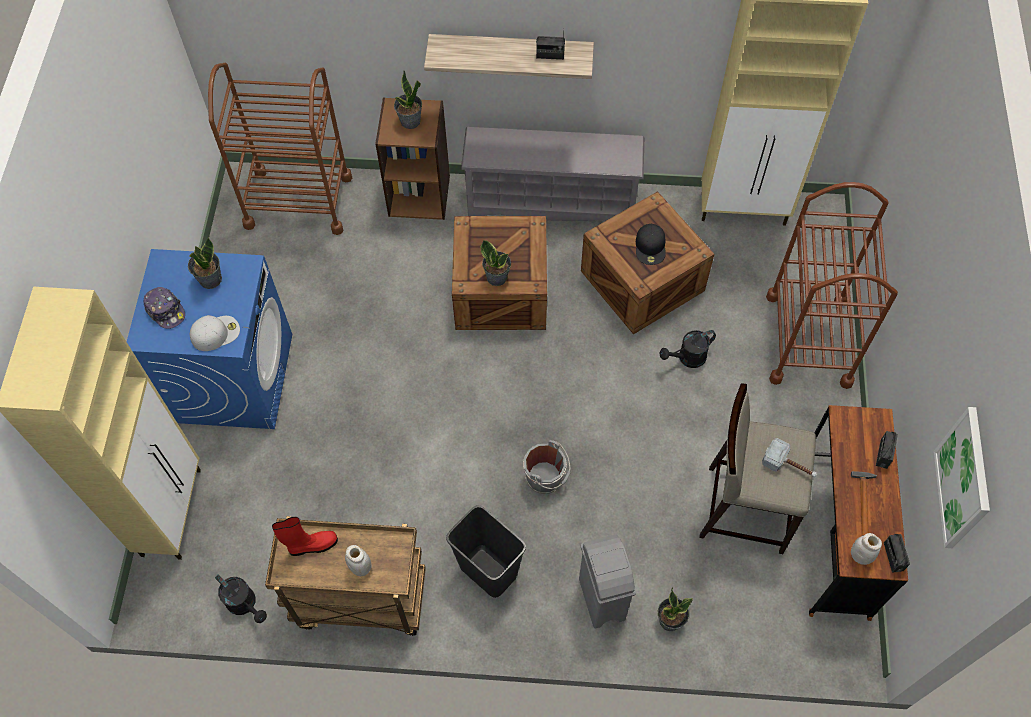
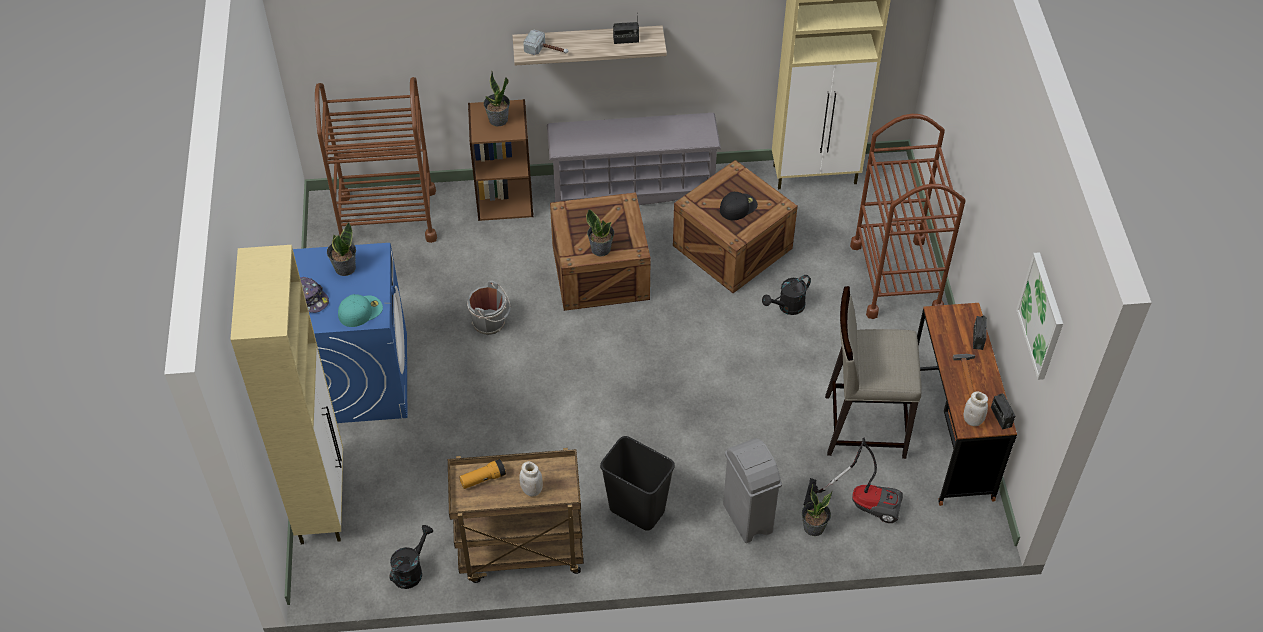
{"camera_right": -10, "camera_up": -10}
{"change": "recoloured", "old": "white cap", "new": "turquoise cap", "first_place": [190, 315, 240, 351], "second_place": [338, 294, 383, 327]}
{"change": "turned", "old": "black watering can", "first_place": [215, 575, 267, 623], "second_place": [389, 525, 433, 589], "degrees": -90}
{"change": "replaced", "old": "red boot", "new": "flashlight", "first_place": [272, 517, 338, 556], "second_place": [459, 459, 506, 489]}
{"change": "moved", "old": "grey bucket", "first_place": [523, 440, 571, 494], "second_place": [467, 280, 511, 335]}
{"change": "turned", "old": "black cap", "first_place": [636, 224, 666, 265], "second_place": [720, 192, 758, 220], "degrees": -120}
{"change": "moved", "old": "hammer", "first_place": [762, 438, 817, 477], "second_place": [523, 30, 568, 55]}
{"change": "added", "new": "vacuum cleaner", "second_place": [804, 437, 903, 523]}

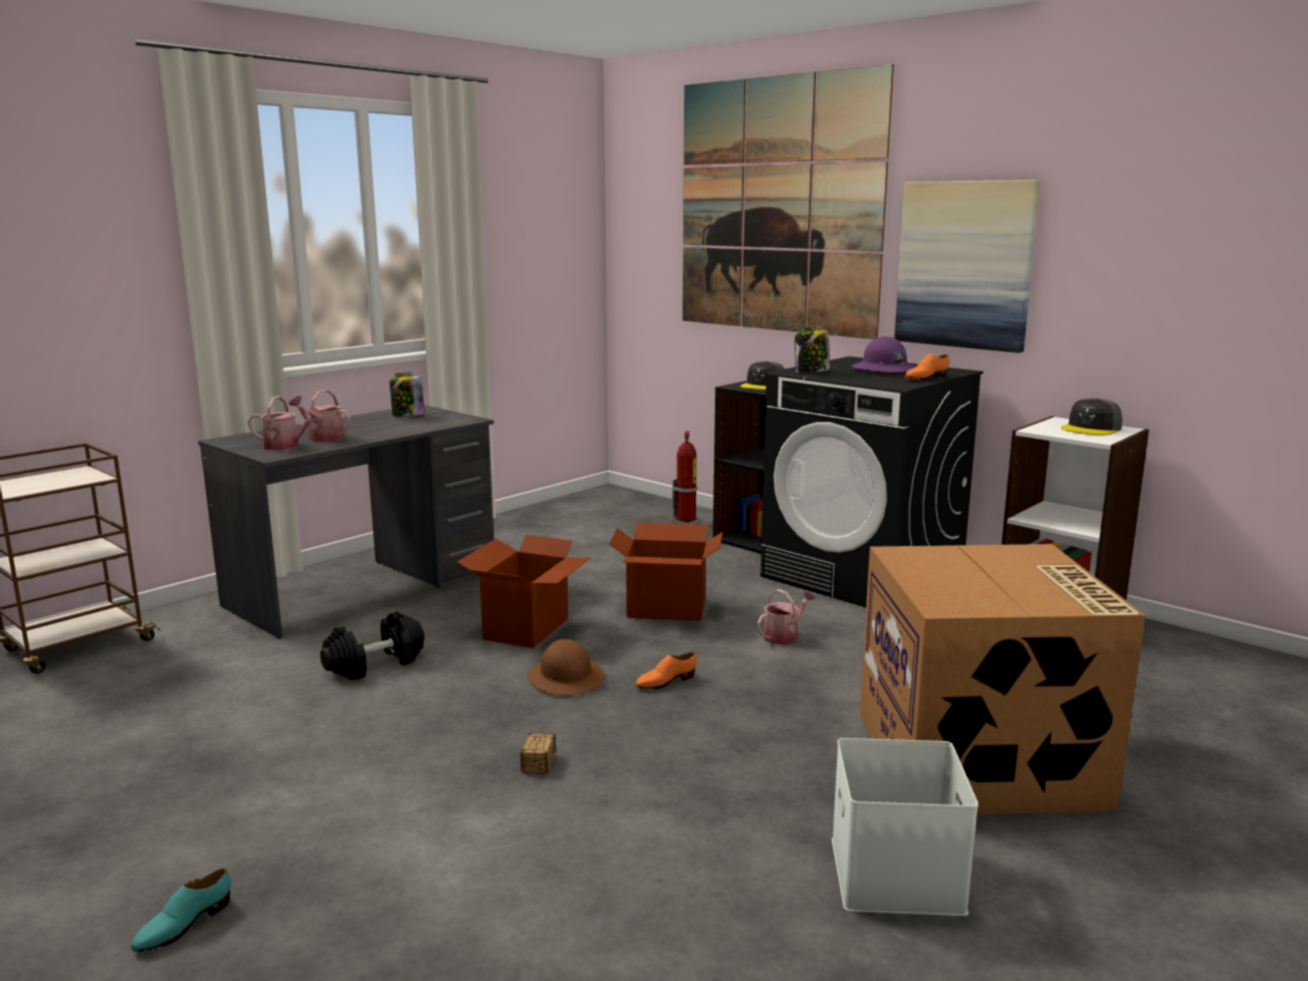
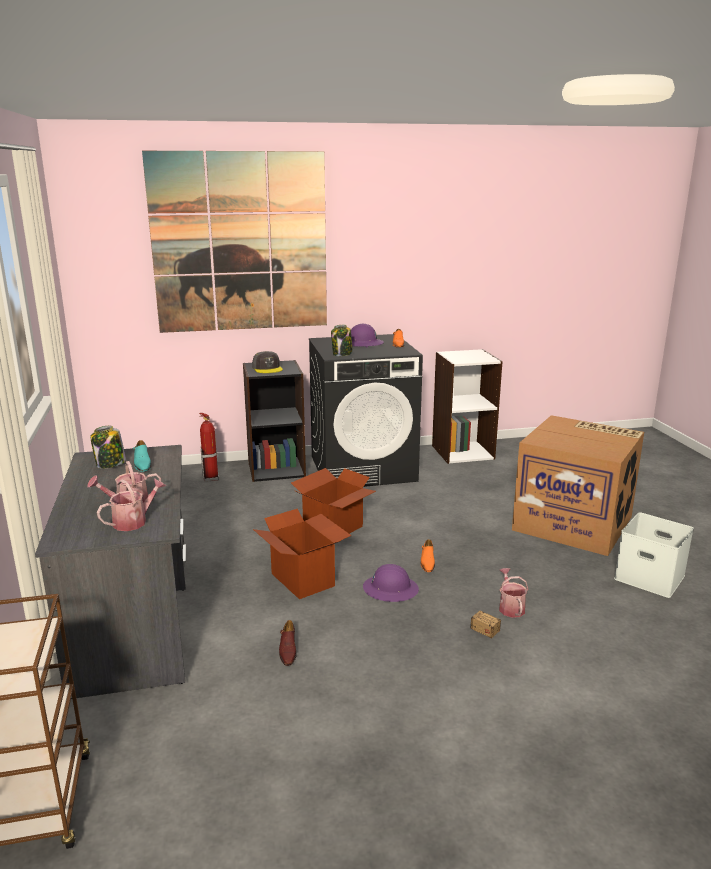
{"camera_right": -55, "camera_up": 5}
{"change": "moved", "old": "turquoise shoe", "first_place": [131, 868, 231, 952], "second_place": [133, 440, 151, 472]}
{"change": "replaced", "old": "black dumbbell", "new": "brown shoe", "first_place": [320, 611, 425, 680], "second_place": [279, 620, 297, 666]}
{"change": "recoloured", "old": "brown hard hat", "new": "purple hard hat", "first_place": [528, 639, 605, 695], "second_place": [363, 564, 419, 602]}
{"change": "moved", "old": "watering can", "first_place": [757, 589, 816, 645], "second_place": [499, 568, 528, 618]}
{"change": "removed", "old": "picture", "first_place": [894, 180, 1040, 353]}
{"change": "removed", "old": "grey cap", "first_place": [1061, 398, 1123, 435]}

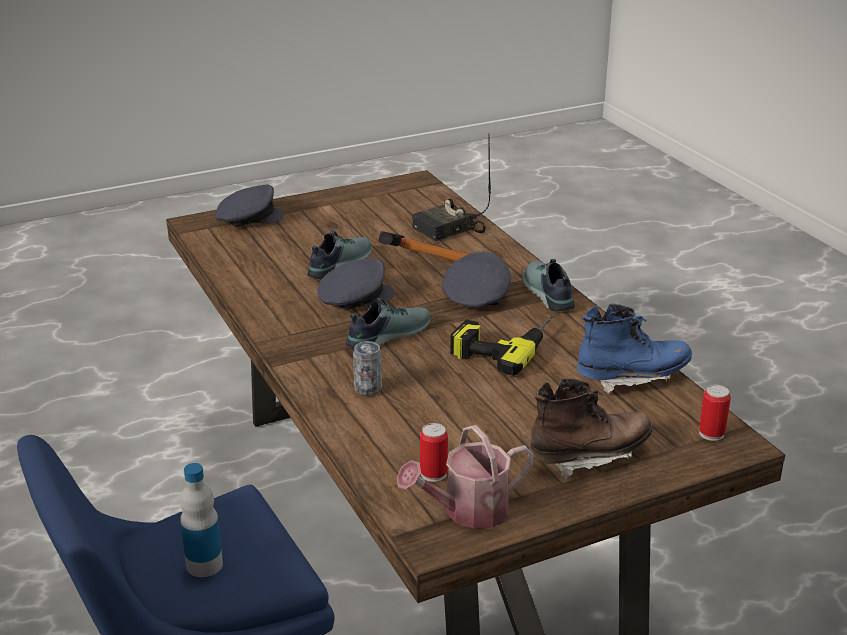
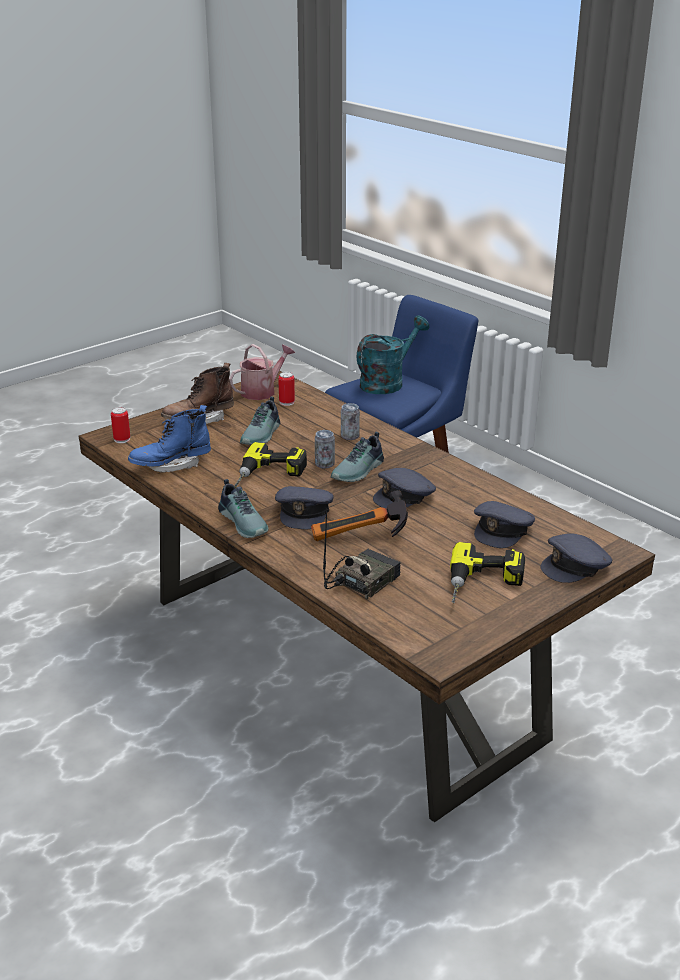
{"camera_right": 165, "camera_up": 0}
{"change": "replaced", "old": "bottle", "new": "turquoise watering can", "first_place": [180, 463, 223, 577], "second_place": [357, 315, 429, 394]}
{"change": "moved", "old": "shoe", "first_place": [307, 231, 372, 279], "second_place": [240, 396, 280, 445]}
{"change": "added", "new": "can", "second_place": [315, 430, 335, 469]}
{"change": "added", "new": "power drill", "second_place": [450, 542, 525, 603]}
{"change": "added", "new": "grey cap", "second_place": [474, 501, 535, 548]}

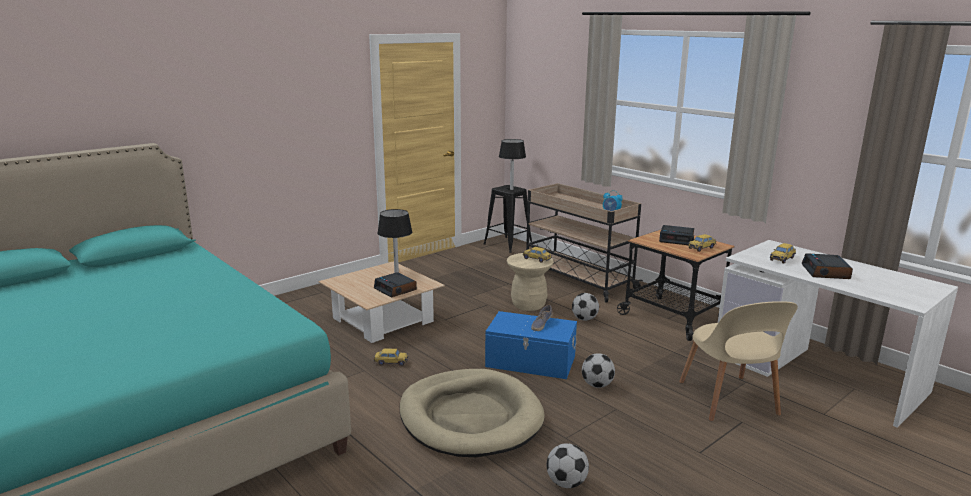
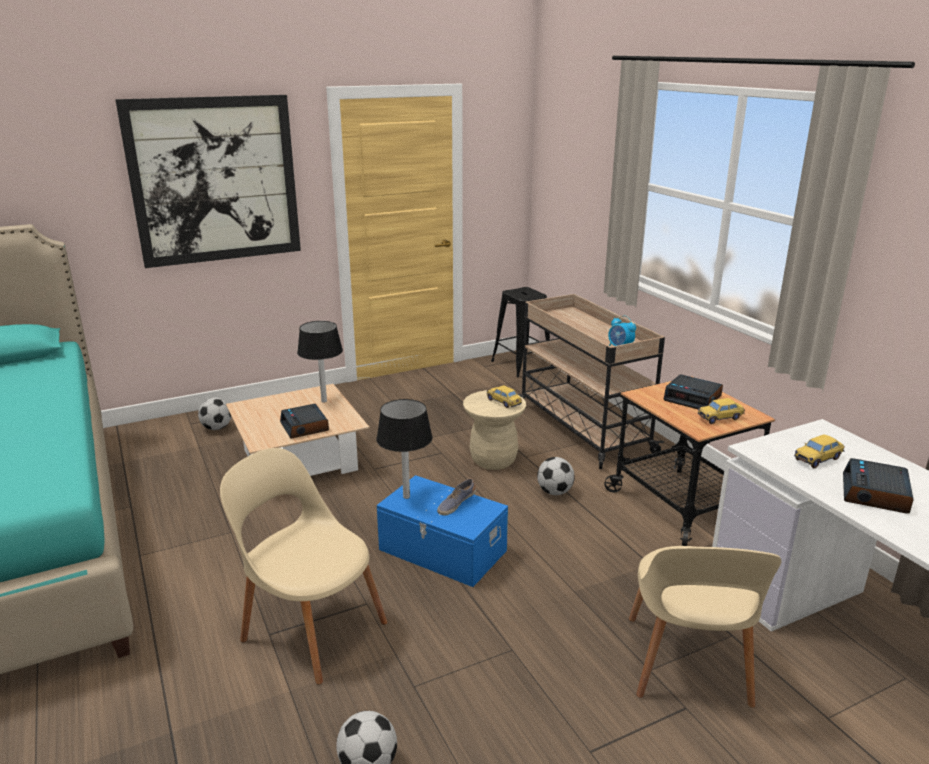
{"camera_right": 15, "camera_up": 5}
{"change": "removed", "old": "toy car", "first_place": [374, 348, 408, 366]}
{"change": "replaced", "old": "beige dog bed", "new": "beige chair", "first_place": [400, 369, 545, 457], "second_place": [220, 448, 388, 685]}
{"change": "moved", "old": "black table lamp", "first_place": [499, 139, 526, 190], "second_place": [376, 399, 433, 499]}
{"change": "moved", "old": "football", "first_place": [582, 353, 615, 388], "second_place": [198, 398, 231, 430]}
{"change": "added", "new": "picture", "second_place": [115, 95, 301, 268]}

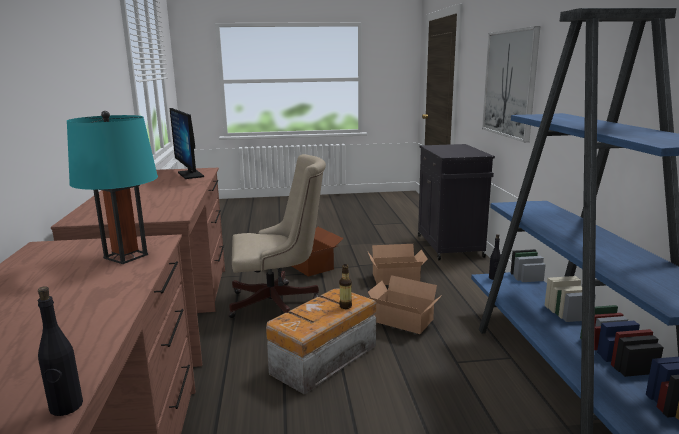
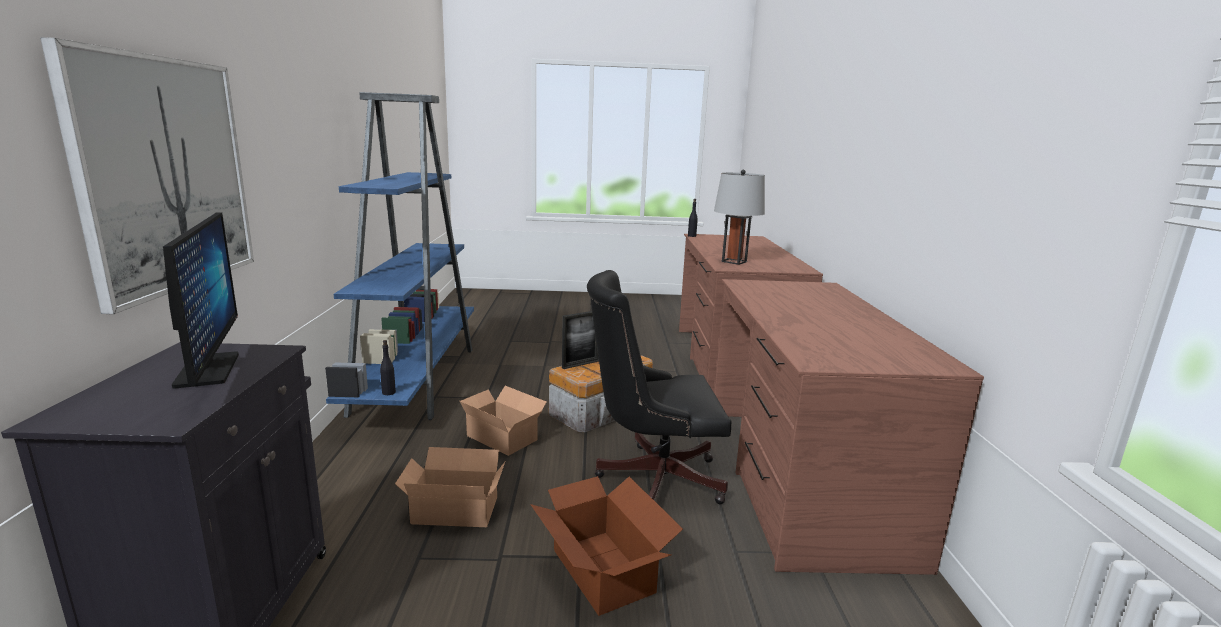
{"camera_right": -175, "camera_up": 0}
{"change": "recoloured", "old": "turquoise table lamp", "new": "grey table lamp", "first_place": [67, 111, 158, 264], "second_place": [714, 169, 765, 265]}
{"change": "moved", "old": "monitor", "first_place": [170, 108, 204, 179], "second_place": [163, 212, 239, 389]}
{"change": "recoloured", "old": "beige office chair", "new": "black office chair", "first_place": [228, 154, 326, 318], "second_place": [587, 270, 731, 504]}
{"change": "replaced", "old": "bottle", "new": "picture frame", "first_place": [339, 264, 352, 309], "second_place": [562, 311, 599, 369]}

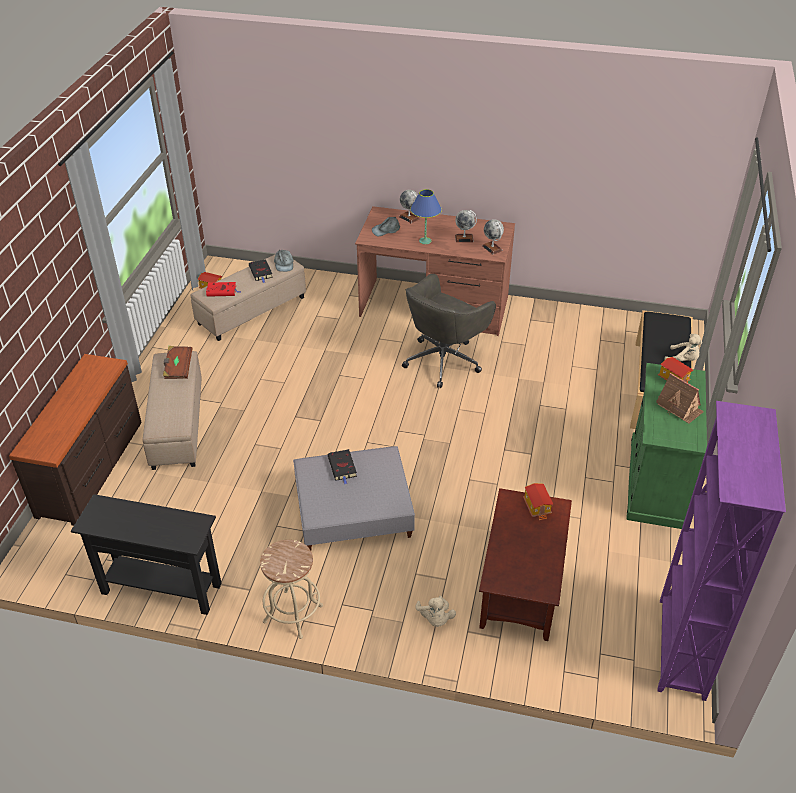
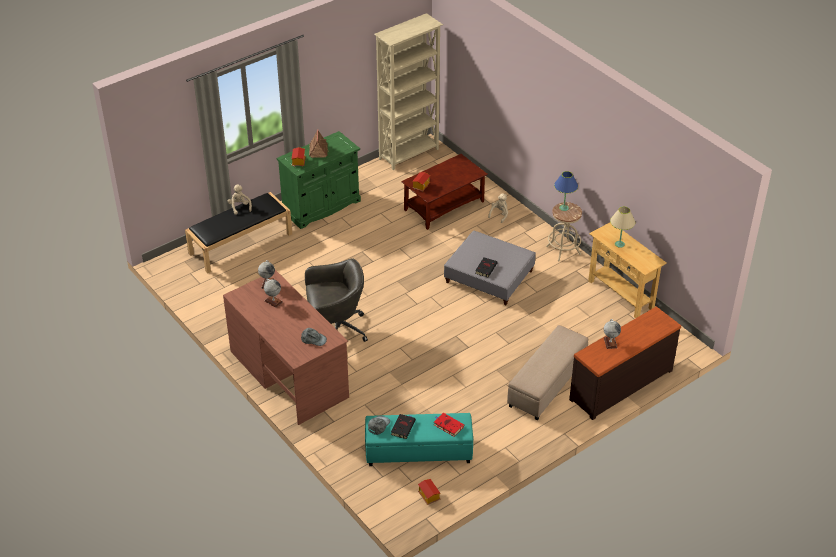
{"camera_right": -140, "camera_up": 0}
{"change": "recoloured", "old": "black console table", "new": "beige console table", "first_place": [71, 494, 222, 615], "second_place": [588, 222, 667, 318]}
{"change": "removed", "old": "brown book", "first_place": [163, 346, 192, 379]}
{"change": "recoloured", "old": "beige ottoman", "new": "turquoise ottoman", "first_place": [190, 254, 306, 341], "second_place": [365, 413, 473, 466]}
{"change": "moved", "old": "globe", "first_place": [399, 190, 419, 223], "second_place": [604, 319, 621, 349]}
{"change": "moved", "old": "blue table lamp", "first_place": [410, 189, 442, 244], "second_place": [554, 171, 578, 211]}
{"change": "recoloured", "old": "purple bookcase", "new": "beige bookcase", "first_place": [657, 401, 786, 701], "second_place": [374, 13, 443, 170]}
{"change": "added", "new": "beige table lamp", "second_place": [610, 207, 636, 248]}

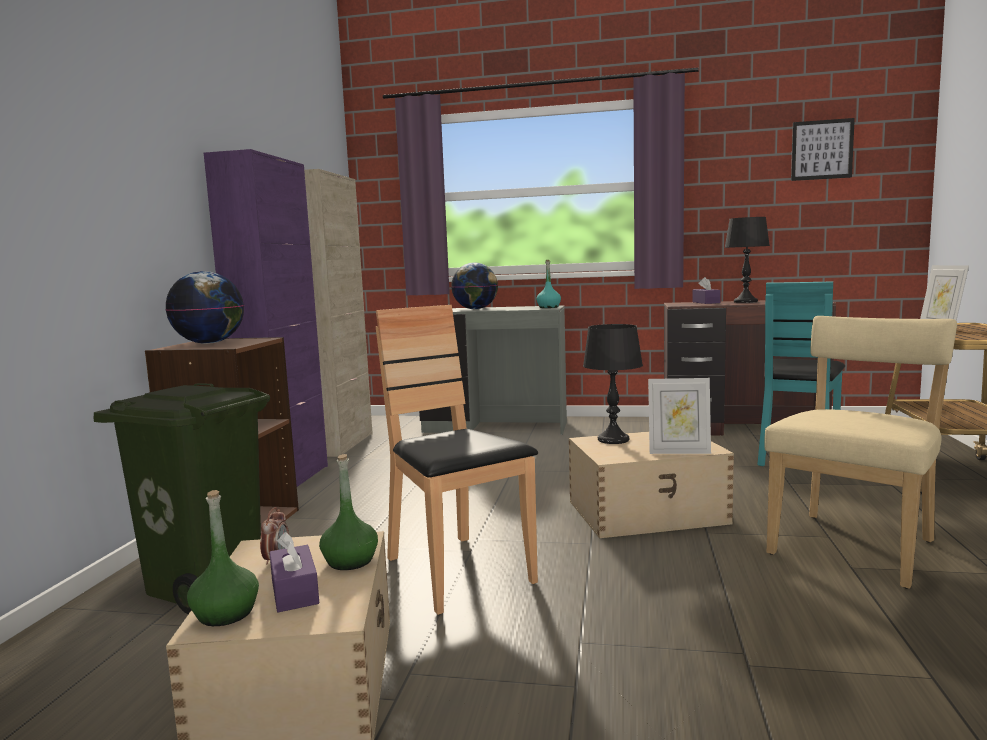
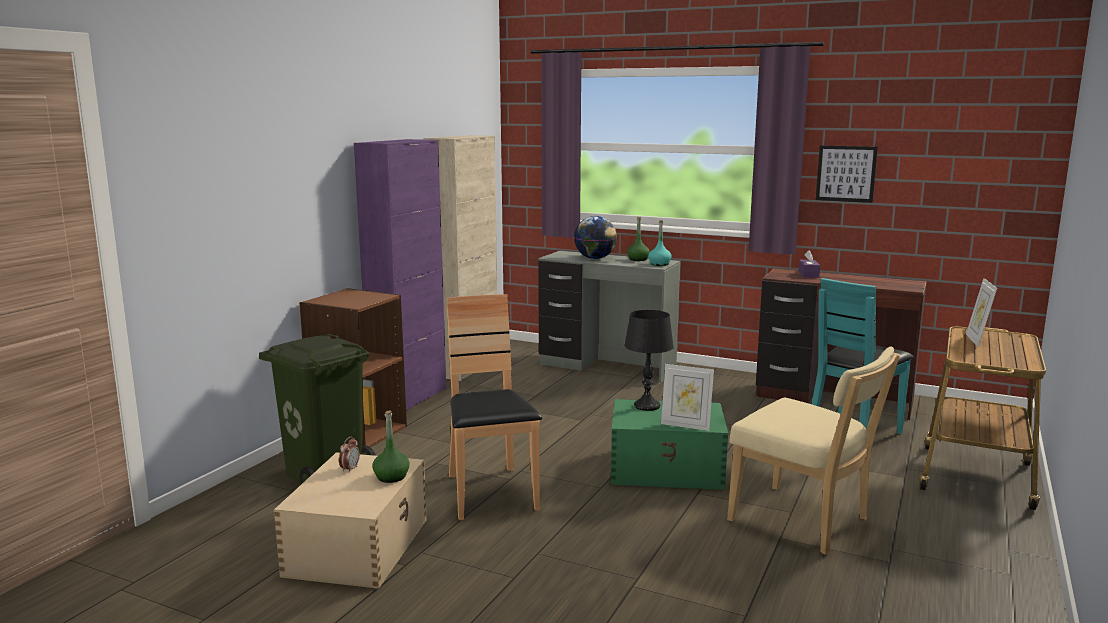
{"camera_right": 15, "camera_up": 5}
{"change": "removed", "old": "globe", "first_place": [165, 271, 244, 344]}
{"change": "moved", "old": "green bottle", "first_place": [187, 490, 259, 626], "second_place": [627, 217, 650, 261]}
{"change": "removed", "old": "purple tissue box", "first_place": [269, 532, 319, 612]}
{"change": "recoloured", "old": "beige storage box", "new": "green storage box", "first_place": [569, 432, 734, 538], "second_place": [611, 399, 728, 490]}
{"change": "removed", "old": "black table lamp", "first_place": [725, 217, 770, 303]}
{"change": "turned", "old": "beige chair", "first_place": [764, 316, 957, 589], "second_place": [727, 346, 900, 555], "degrees": 75}
{"change": "moved", "old": "picture", "first_place": [791, 118, 855, 181], "second_place": [816, 145, 878, 203]}

